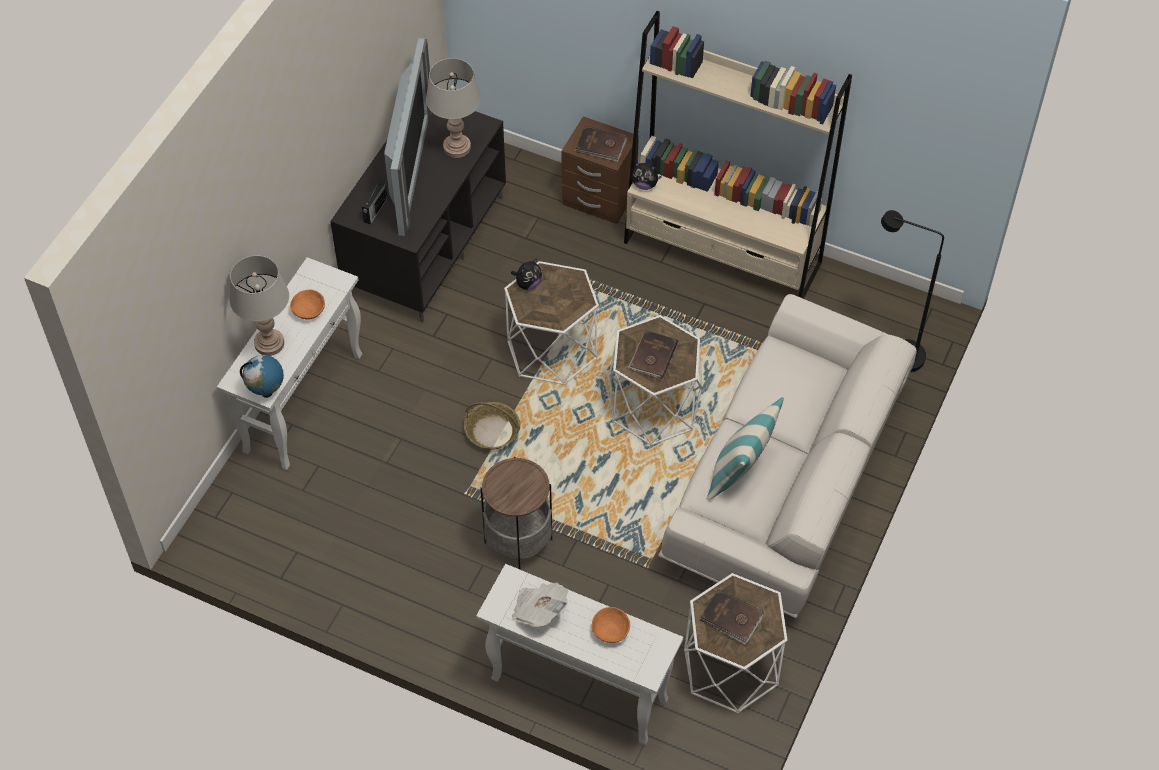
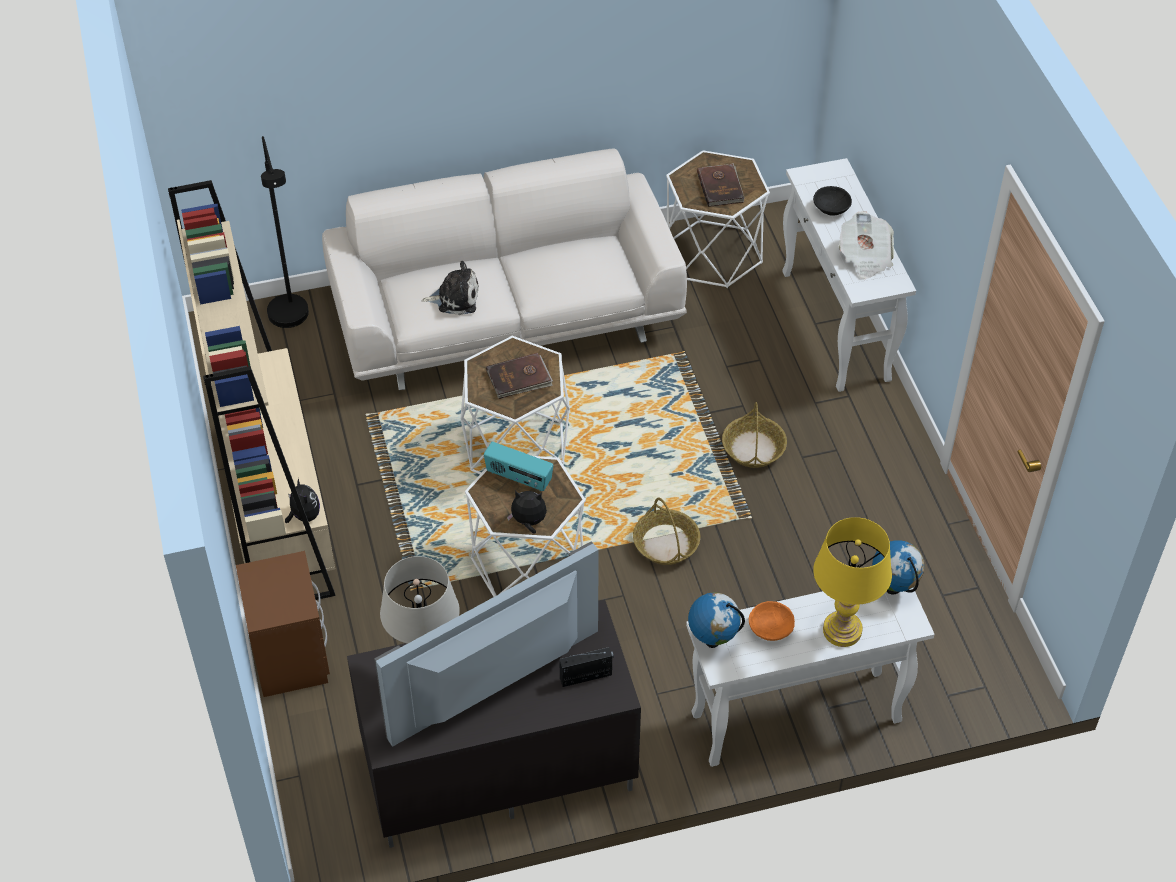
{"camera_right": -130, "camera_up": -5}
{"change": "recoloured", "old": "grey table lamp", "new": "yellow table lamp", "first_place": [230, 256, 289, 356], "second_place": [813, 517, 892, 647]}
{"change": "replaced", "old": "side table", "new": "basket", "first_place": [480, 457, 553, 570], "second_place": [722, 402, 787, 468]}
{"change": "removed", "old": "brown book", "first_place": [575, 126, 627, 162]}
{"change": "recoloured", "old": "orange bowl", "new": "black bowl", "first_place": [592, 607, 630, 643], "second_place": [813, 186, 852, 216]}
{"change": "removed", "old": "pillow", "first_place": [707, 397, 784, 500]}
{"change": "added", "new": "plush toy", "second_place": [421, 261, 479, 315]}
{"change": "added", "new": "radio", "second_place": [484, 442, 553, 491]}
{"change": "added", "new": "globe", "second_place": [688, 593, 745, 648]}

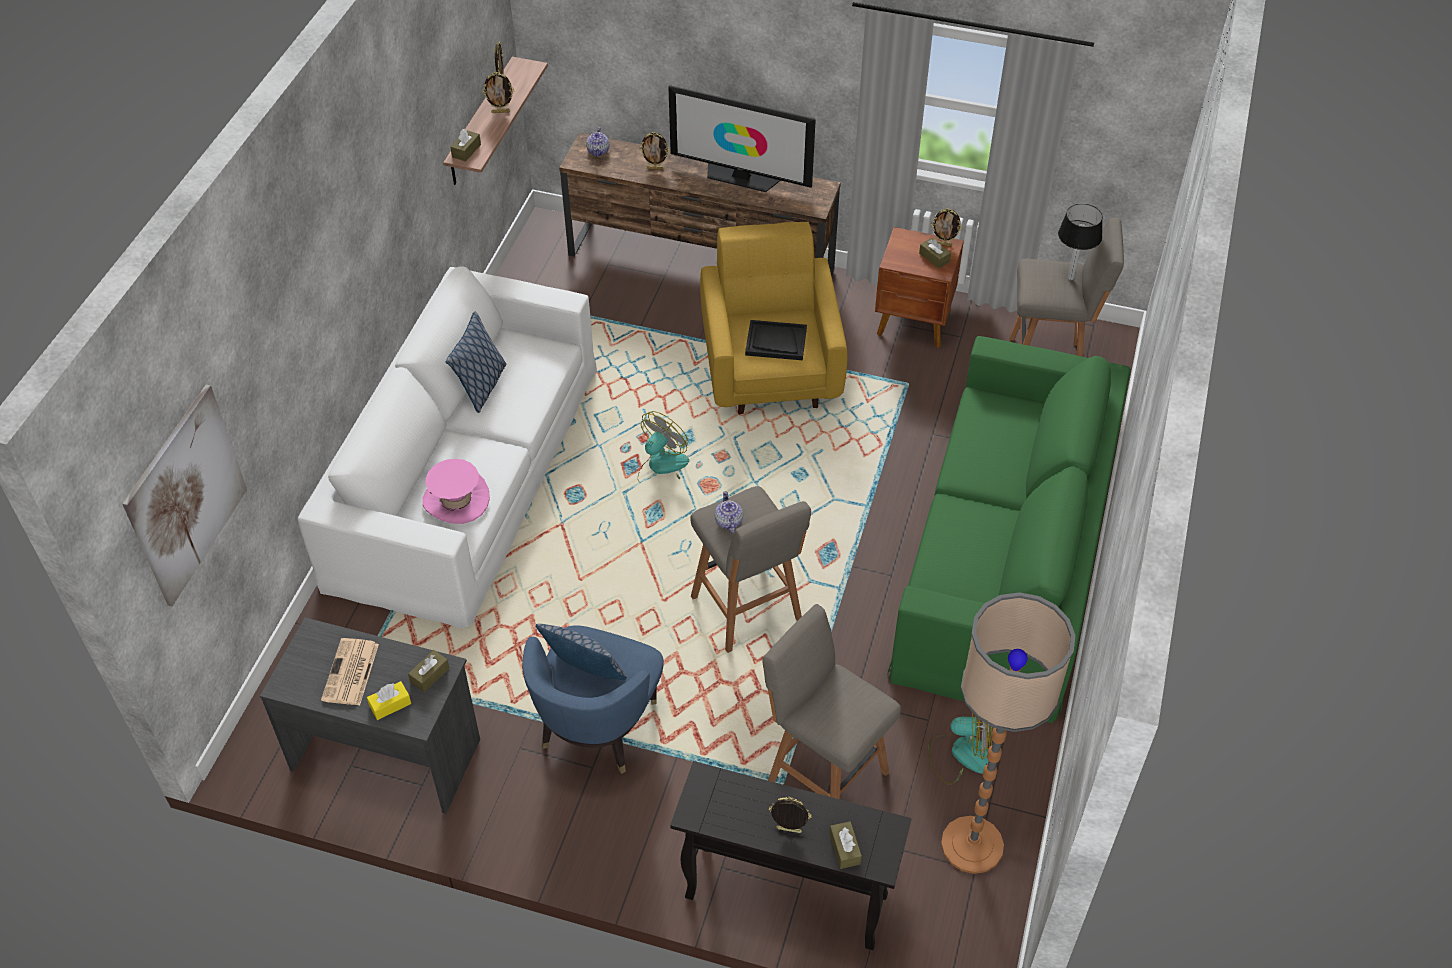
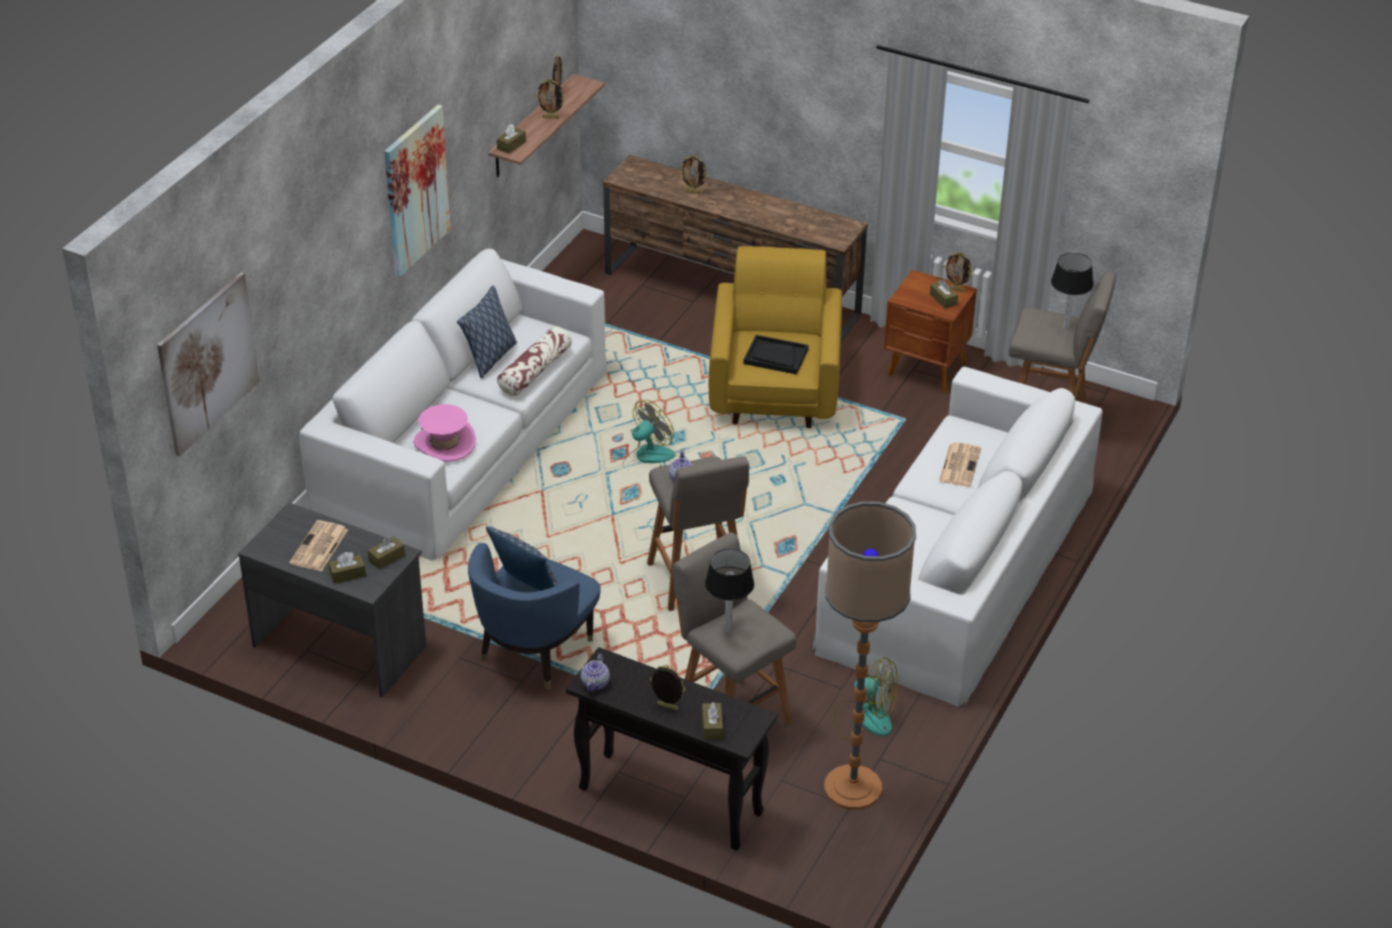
{"camera_right": 10, "camera_up": -10}
{"change": "recoloured", "old": "yellow tissue box", "new": "brown tissue box", "first_place": [367, 681, 411, 720], "second_place": [328, 552, 366, 584]}
{"change": "moved", "old": "teapot", "first_place": [586, 127, 609, 157], "second_place": [581, 654, 610, 692]}
{"change": "removed", "old": "television", "first_place": [668, 85, 816, 192]}
{"change": "recoloured", "old": "green sofa", "new": "white sofa", "first_place": [887, 336, 1131, 723], "second_place": [812, 367, 1103, 707]}
{"change": "added", "new": "picture", "second_place": [384, 105, 451, 277]}
{"change": "added", "new": "pillow", "second_place": [497, 326, 572, 396]}
{"change": "added", "new": "table lamp", "second_place": [705, 549, 754, 633]}
{"change": "added", "new": "newspaper", "second_place": [938, 442, 981, 486]}

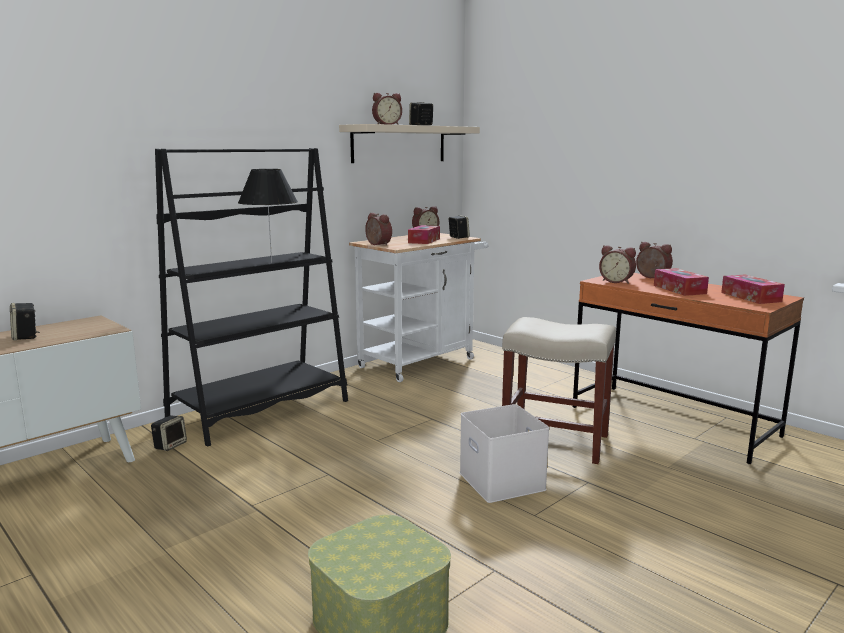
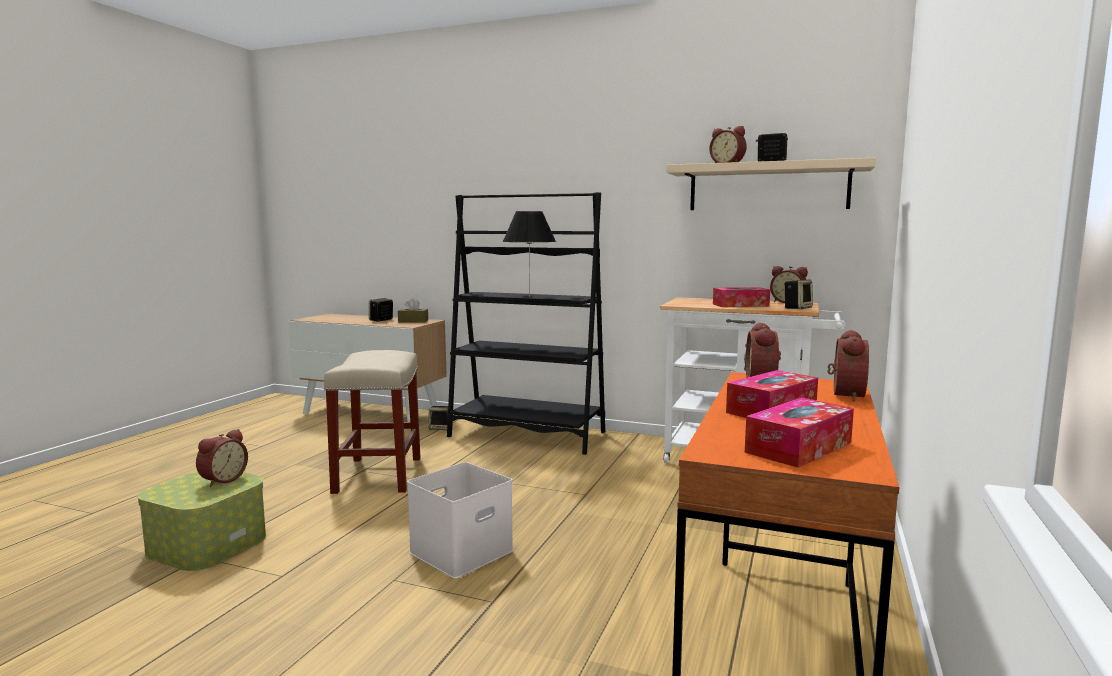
{"camera_right": 65, "camera_up": -5}
{"change": "moved", "old": "alarm clock", "first_place": [365, 213, 392, 246], "second_place": [196, 429, 248, 487]}
{"change": "moved", "old": "beige stool", "first_place": [502, 317, 616, 464], "second_place": [324, 350, 421, 494]}
{"change": "added", "new": "brown tissue box", "second_place": [398, 298, 428, 323]}

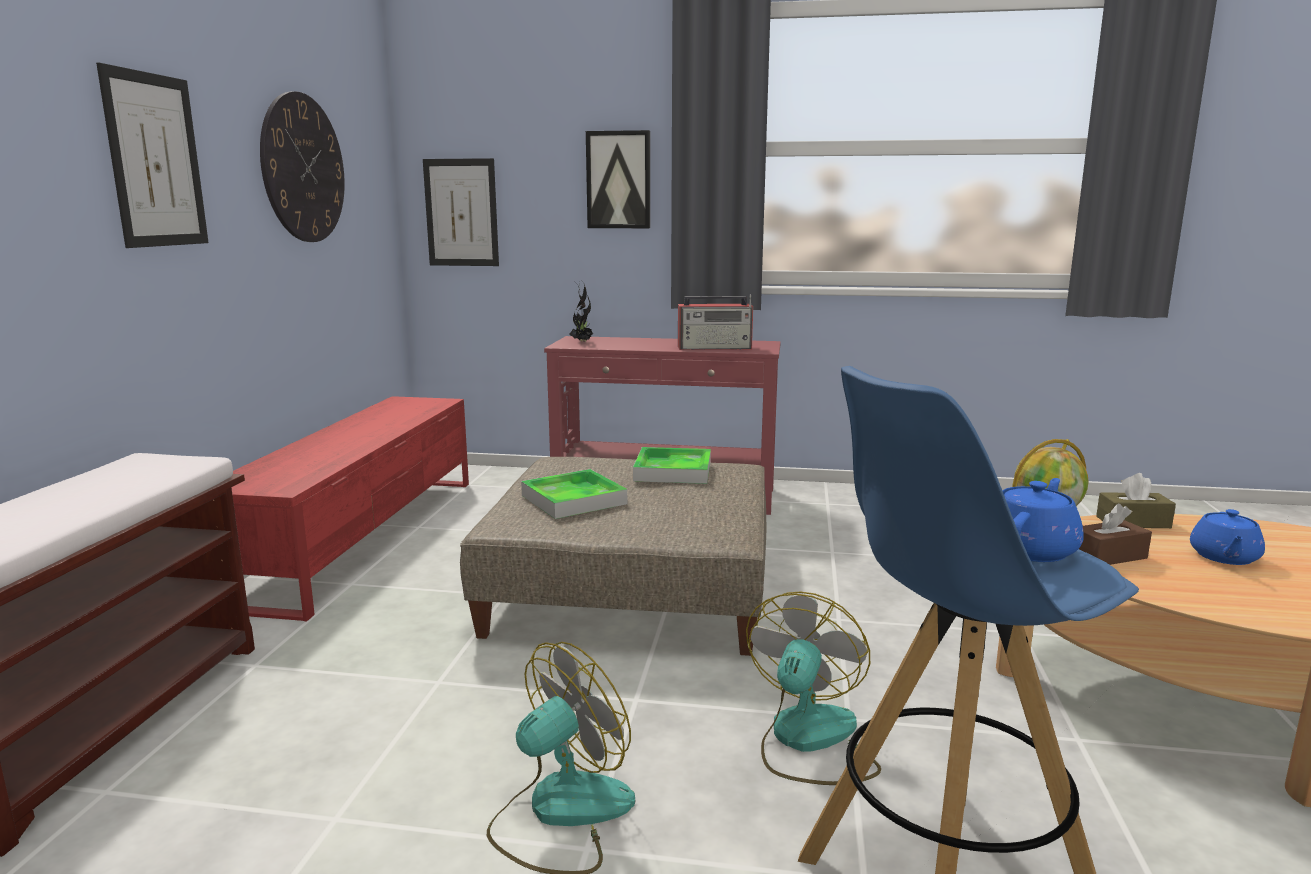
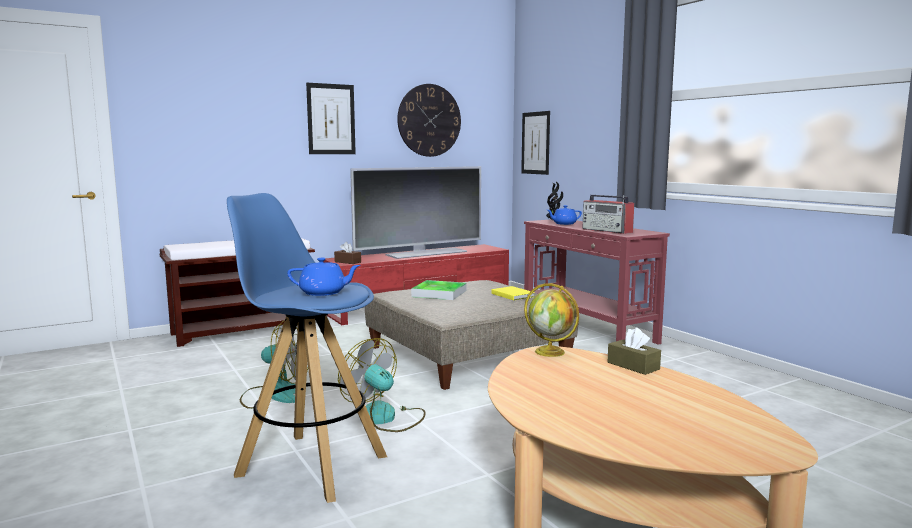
{"camera_right": 50, "camera_up": -5}
{"change": "removed", "old": "picture", "first_place": [586, 130, 650, 228]}
{"change": "replaced", "old": "tray", "new": "yellow book", "first_place": [633, 447, 711, 484], "second_place": [491, 286, 535, 300]}
{"change": "turned", "old": "fan", "first_place": [746, 591, 881, 785], "second_place": [338, 338, 425, 432], "degrees": -120}
{"change": "moved", "old": "brown tissue box", "first_place": [1079, 504, 1152, 565], "second_place": [334, 242, 361, 264]}
{"change": "moved", "old": "blue teapot", "first_place": [1190, 509, 1265, 565], "second_place": [547, 205, 582, 225]}
{"change": "added", "new": "television", "second_place": [350, 166, 481, 259]}

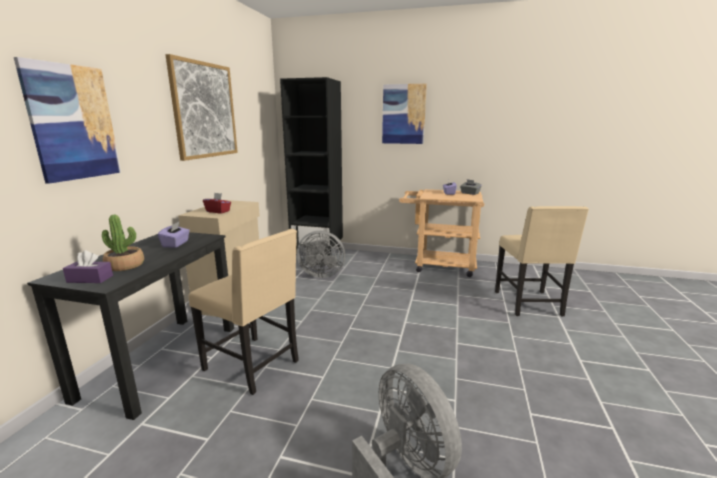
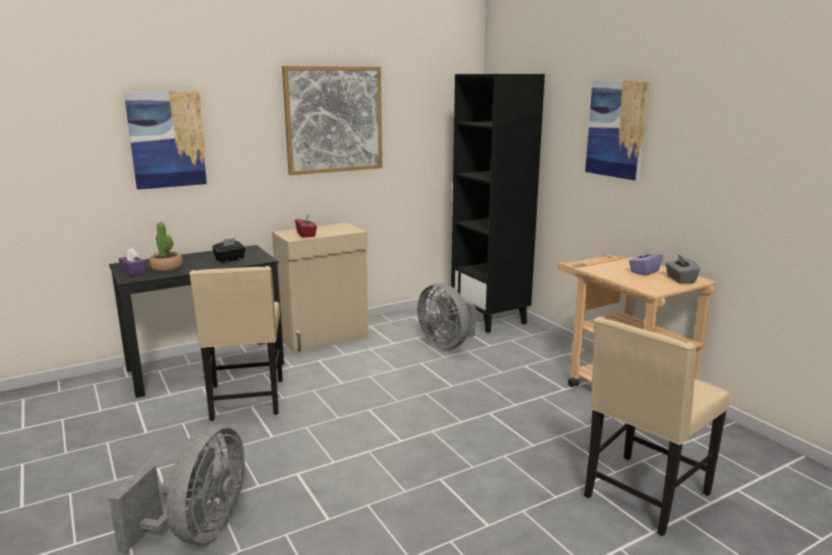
{"camera_right": 45, "camera_up": 0}
{"change": "recoloured", "old": "purple tissue box", "new": "black tissue box", "first_place": [158, 222, 190, 248], "second_place": [212, 238, 246, 263]}

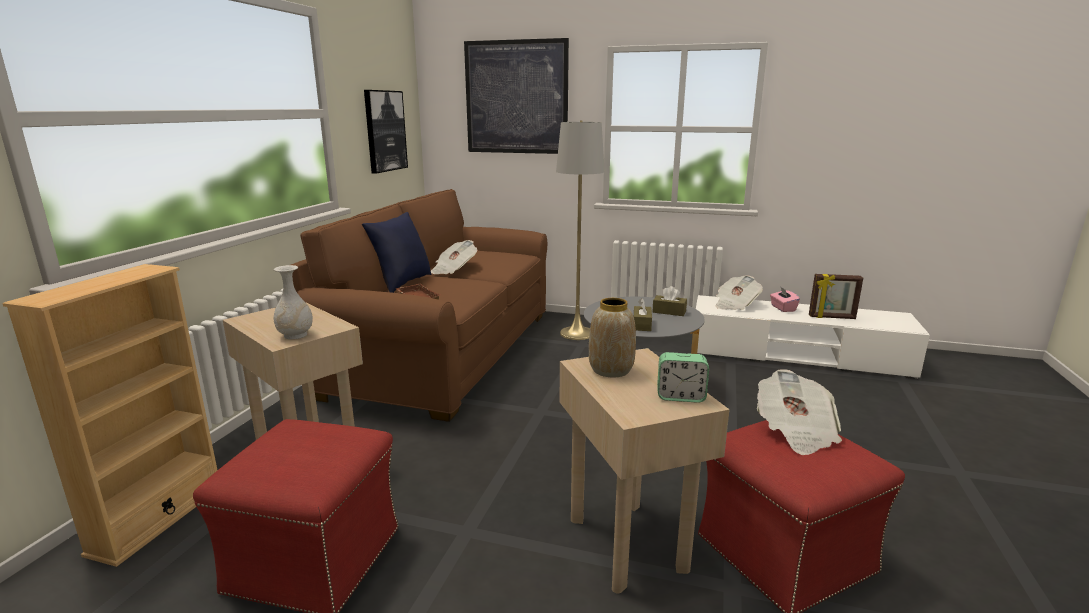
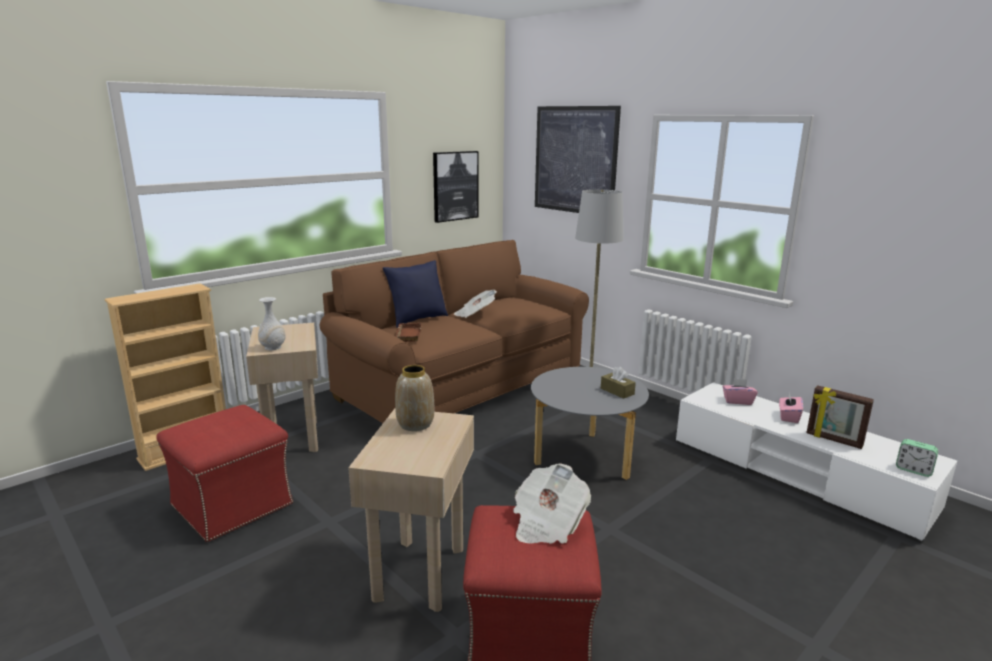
{"camera_right": 30, "camera_up": 0}
{"change": "removed", "old": "brown tissue box", "first_place": [634, 298, 652, 331]}
{"change": "moved", "old": "alarm clock", "first_place": [657, 352, 709, 403], "second_place": [896, 439, 938, 477]}
{"change": "replaced", "old": "newspaper", "new": "pink tissue box", "first_place": [715, 275, 763, 310], "second_place": [723, 378, 758, 405]}

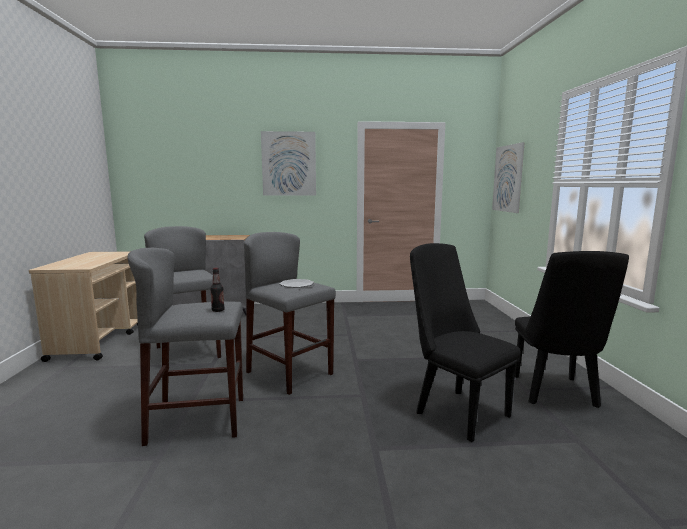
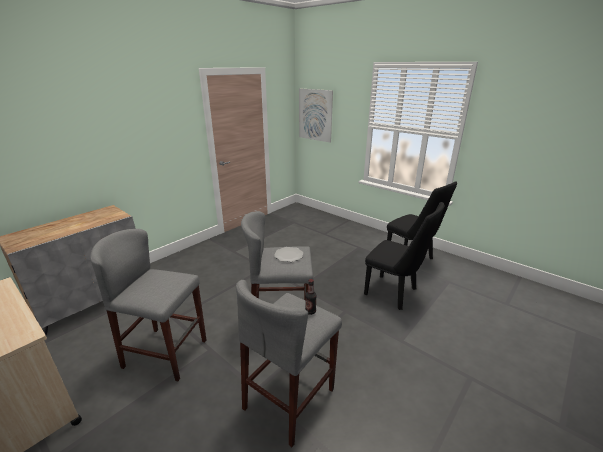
{"camera_right": -45, "camera_up": 15}
{"change": "removed", "old": "picture", "first_place": [261, 131, 316, 196]}
{"change": "turned", "old": "black chair", "first_place": [410, 243, 520, 442], "second_place": [364, 202, 445, 310], "degrees": -150}

